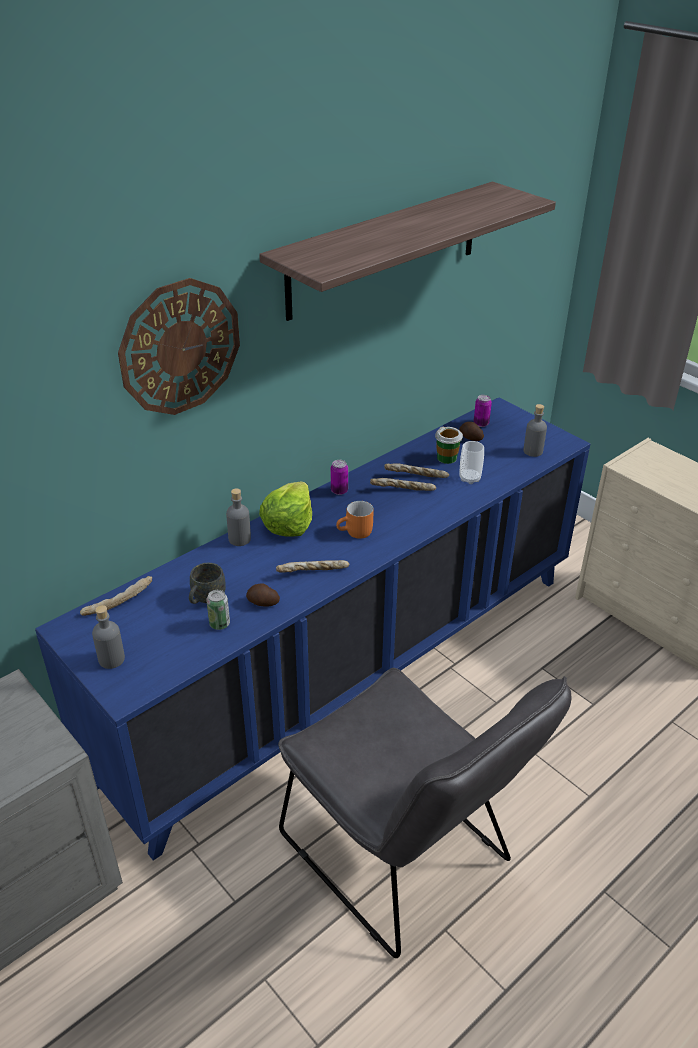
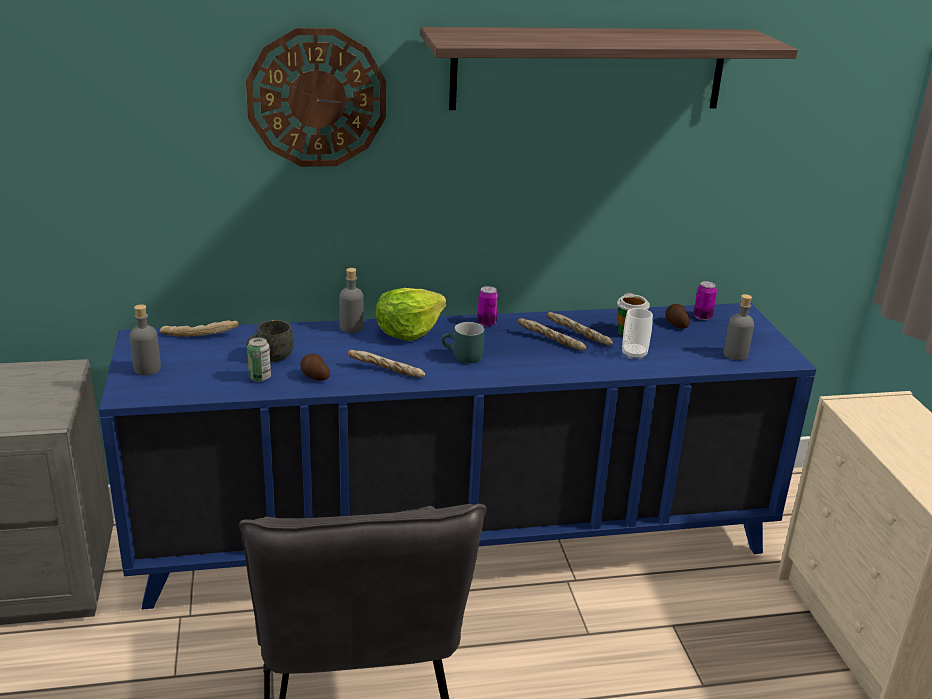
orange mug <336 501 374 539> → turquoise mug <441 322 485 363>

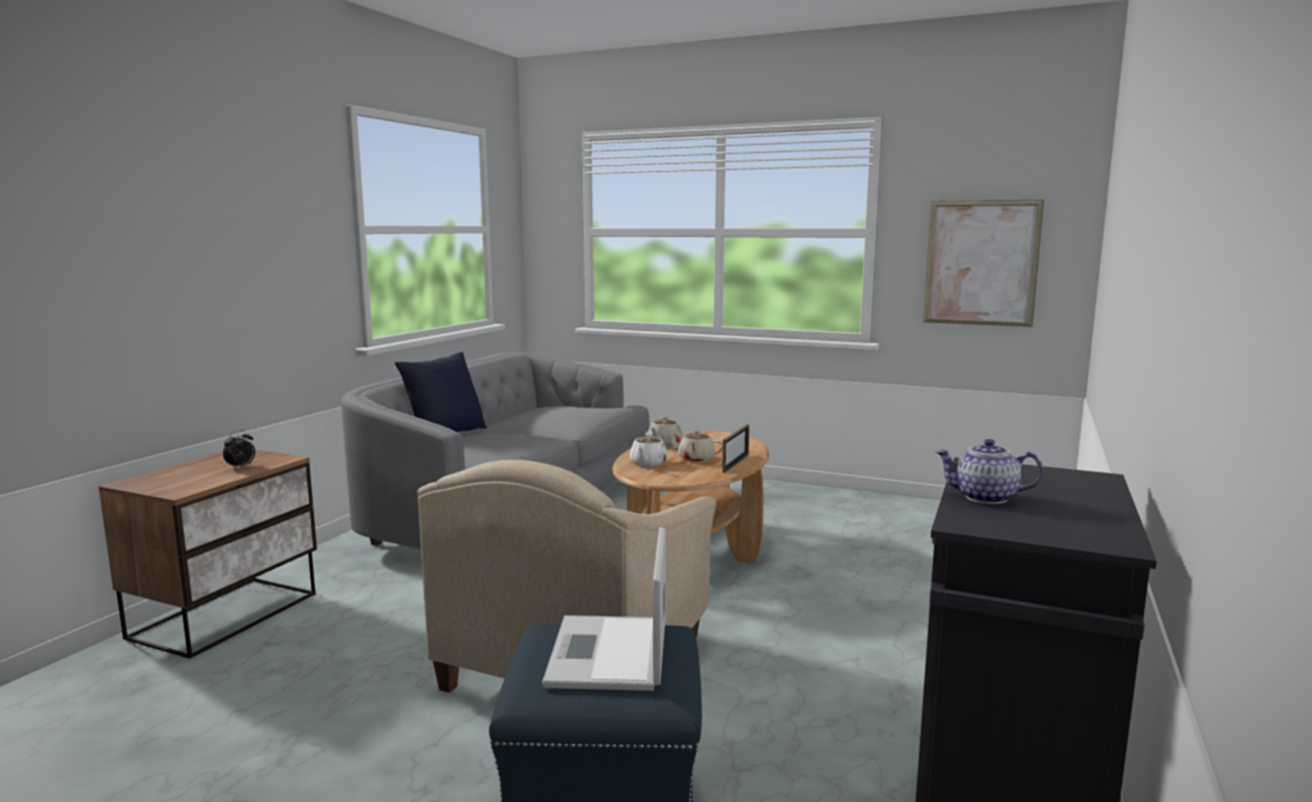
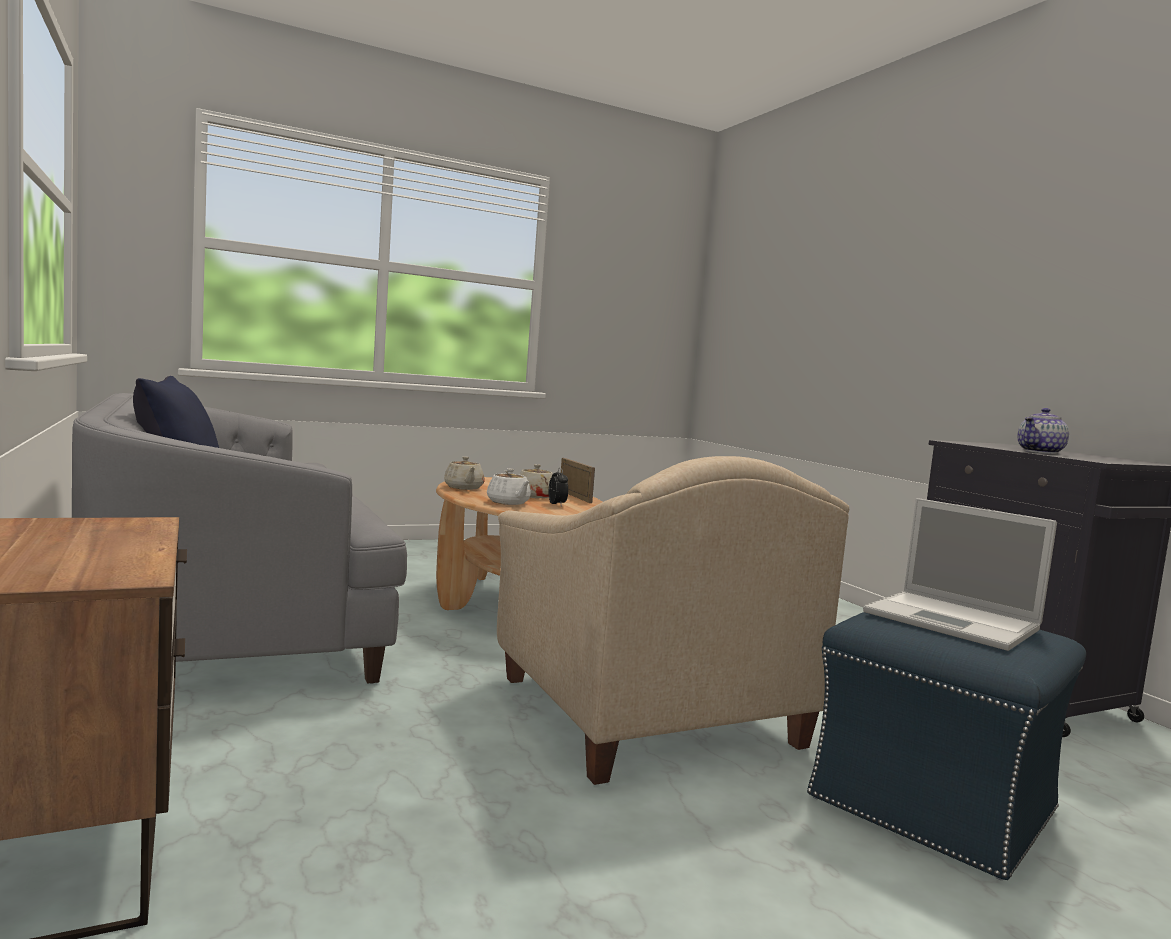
picture <923 200 1044 327> → -
alarm clock <223 430 255 470> → alarm clock <549 468 568 506>, move

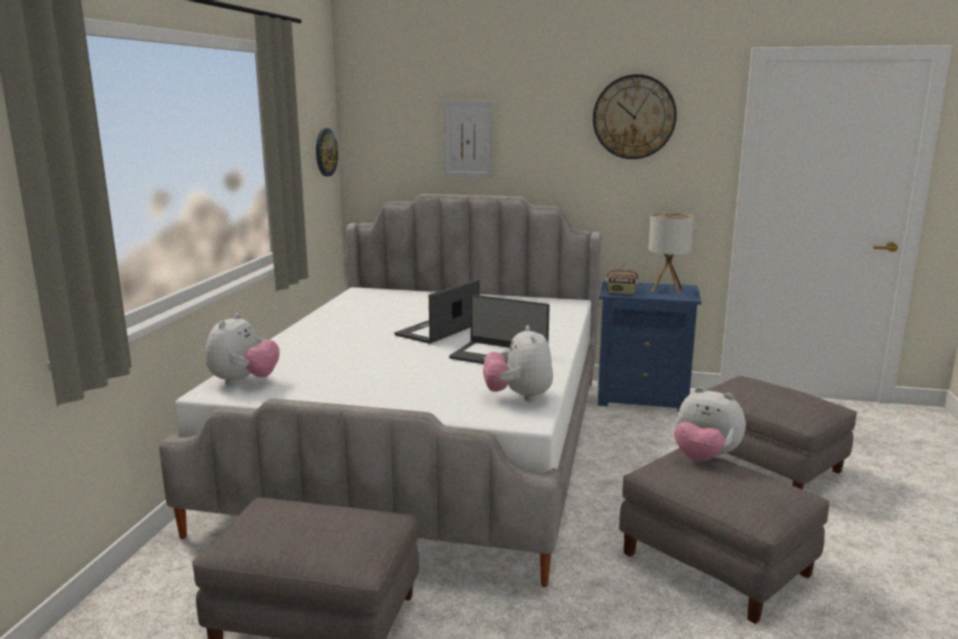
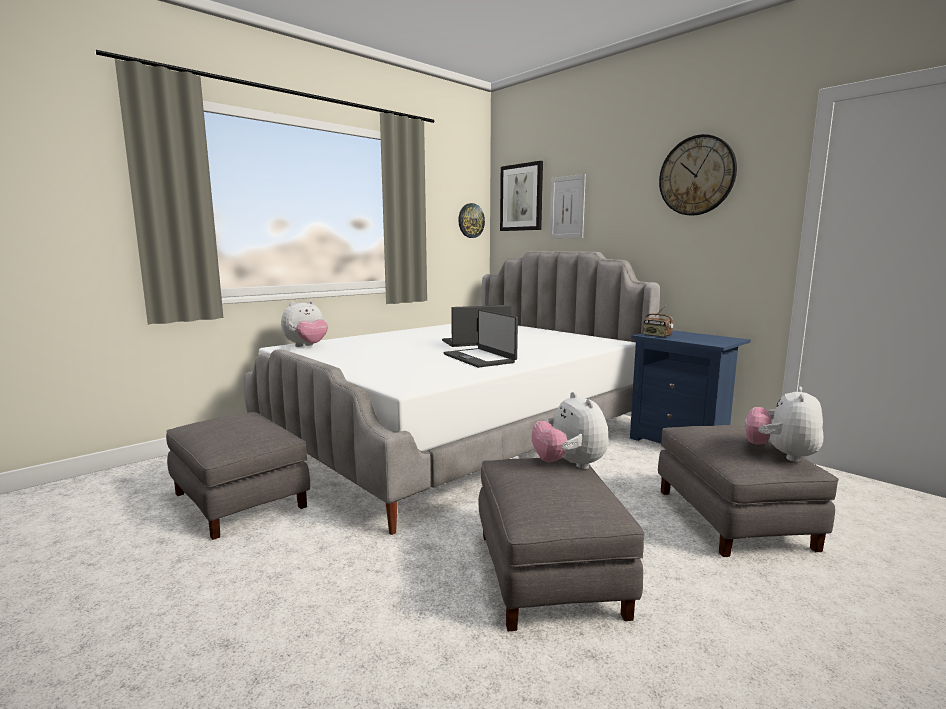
table lamp <649 213 694 294> → -
- → picture <500 161 543 231>
plush toy <483 325 553 402> → plush toy <745 387 823 462>, move

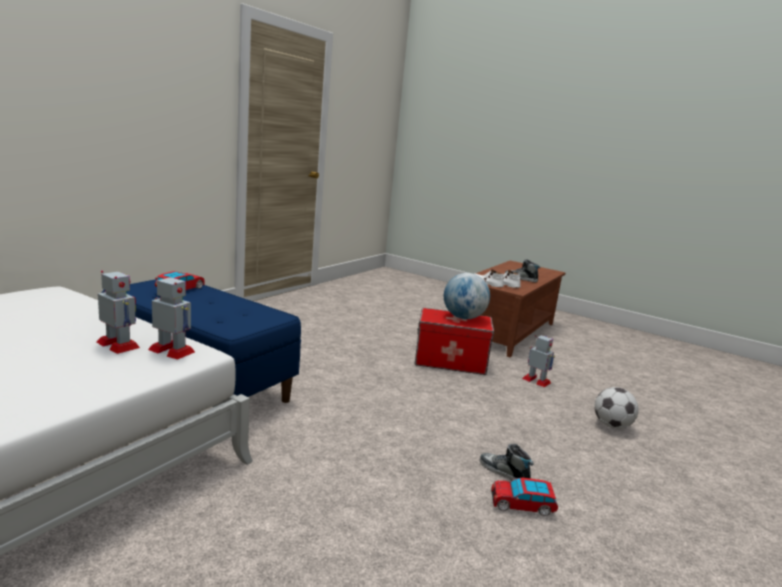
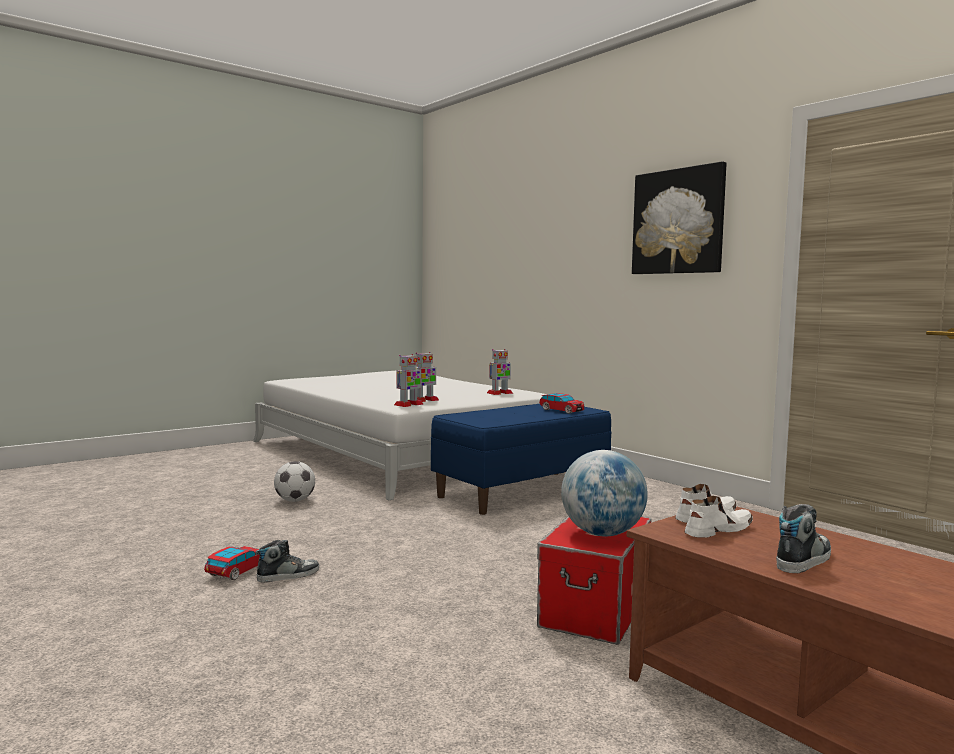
- → picture <632 161 726 274>
toy robot <522 335 555 387> → toy robot <487 349 513 395>, move
football <594 387 639 429> → football <274 461 315 502>, move

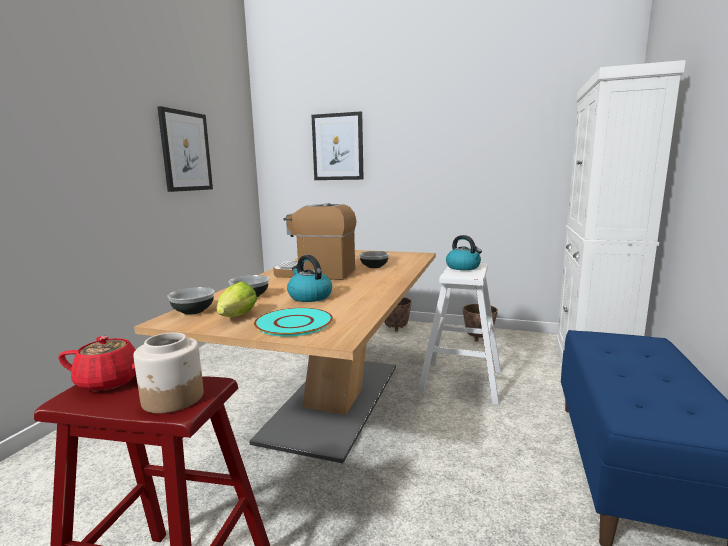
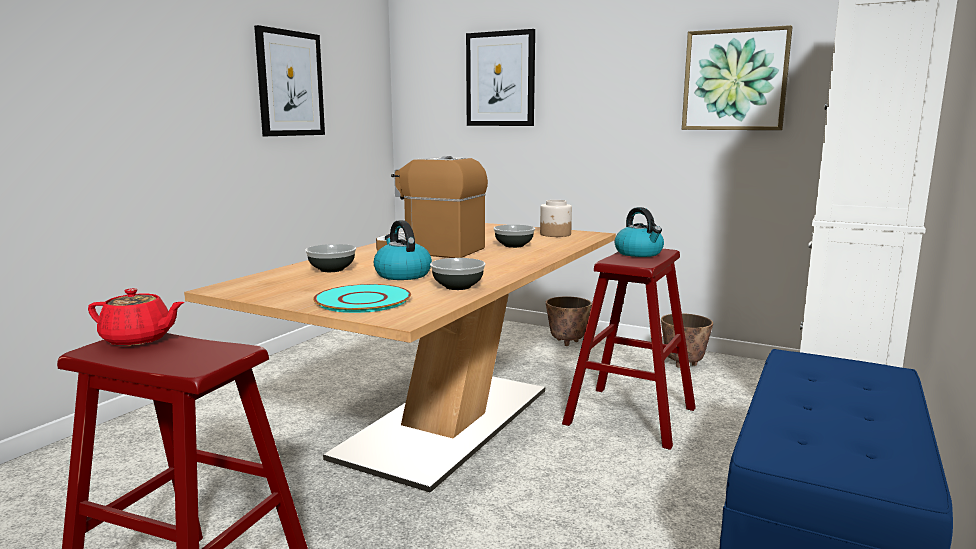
lettuce <217 282 257 317> → -
- → picture <682 25 793 130>
jar <133 332 204 413> → jar <540 200 572 237>, move
bowl <167 287 215 315> → bowl <430 258 486 290>, move
white stool <417 263 501 405> → red stool <562 249 696 450>

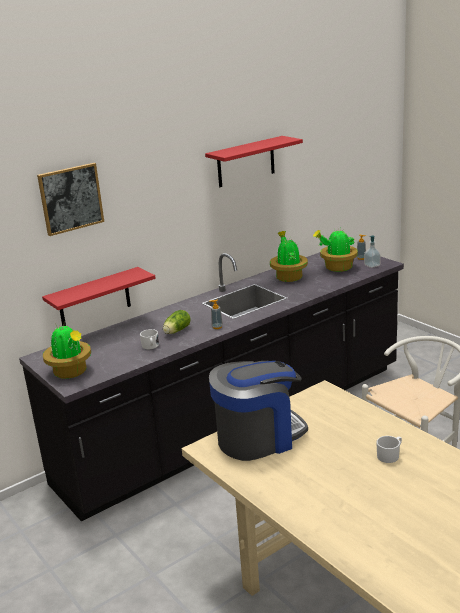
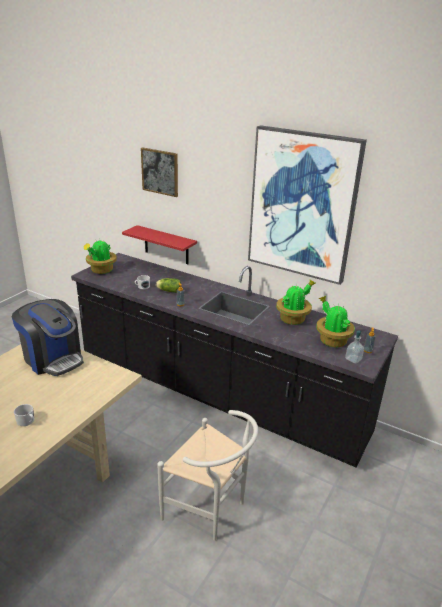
red shelf <205 136 303 187> → picture <248 125 367 285>

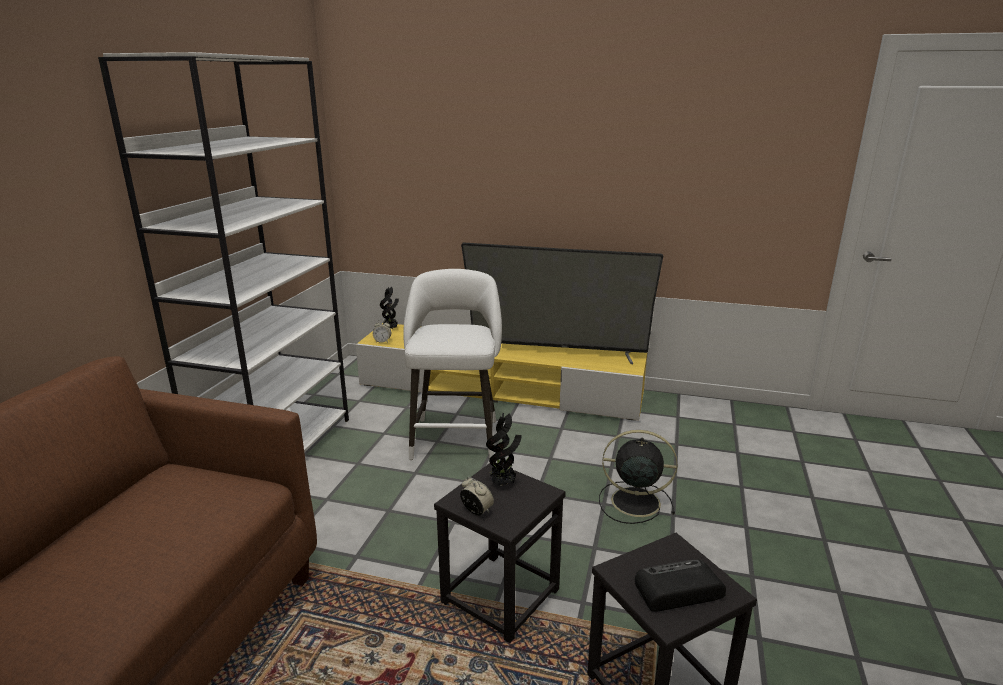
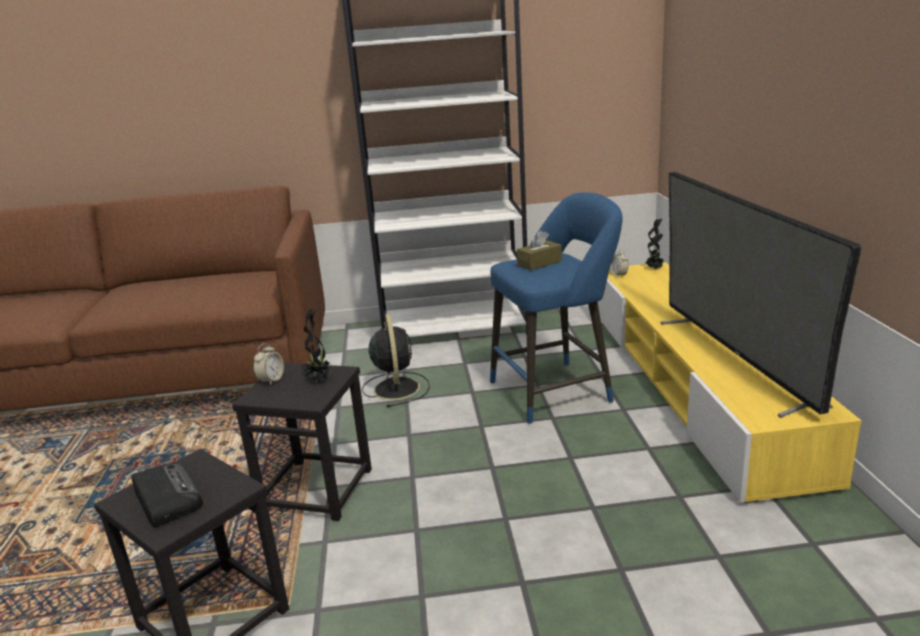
- → brown tissue box <517 231 562 270>
black fan <599 430 678 524> → black fan <362 314 430 408>, move
white stool <403 269 502 460> → blue stool <490 192 622 424>

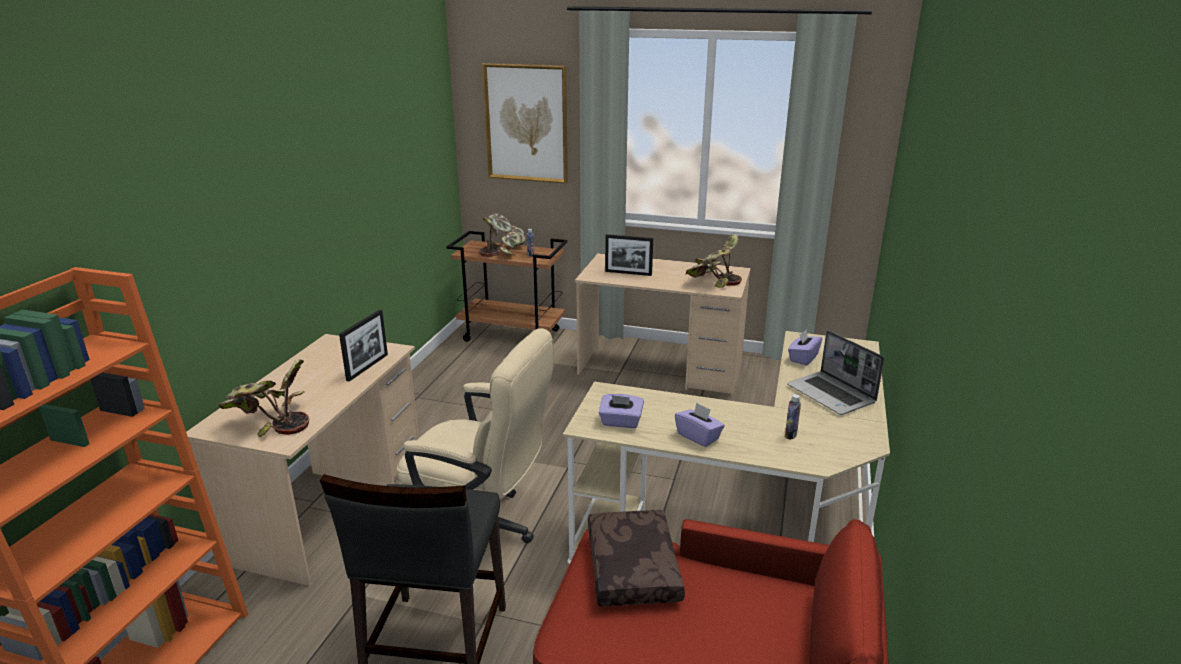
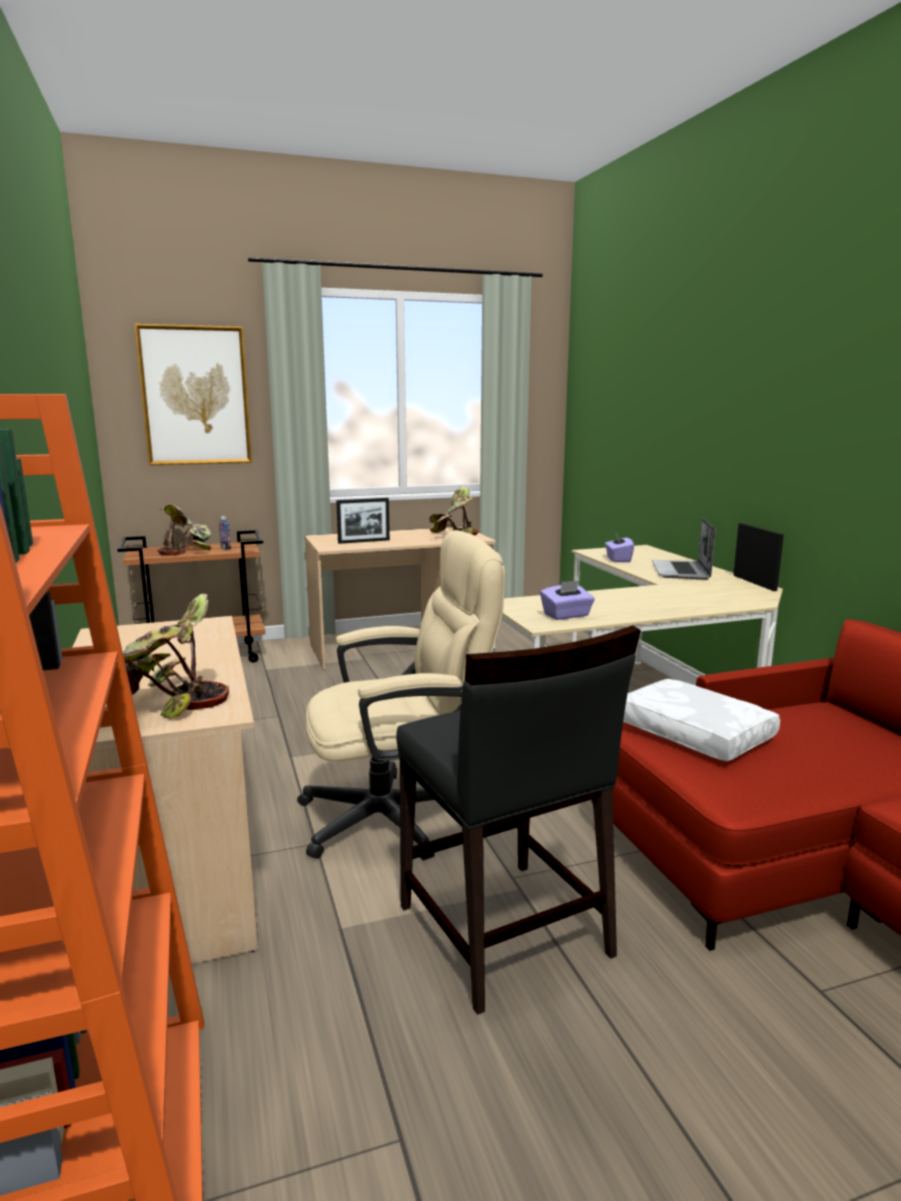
purple tissue box <675 402 725 447> → -
bottle <785 394 801 440> → -
picture frame <339 310 388 382> → picture frame <733 523 784 591>, move
brown pillow <588 510 685 607> → white pillow <623 679 780 761>
laptop <787 330 884 415> → laptop <652 518 715 580>, 75 degrees clockwise

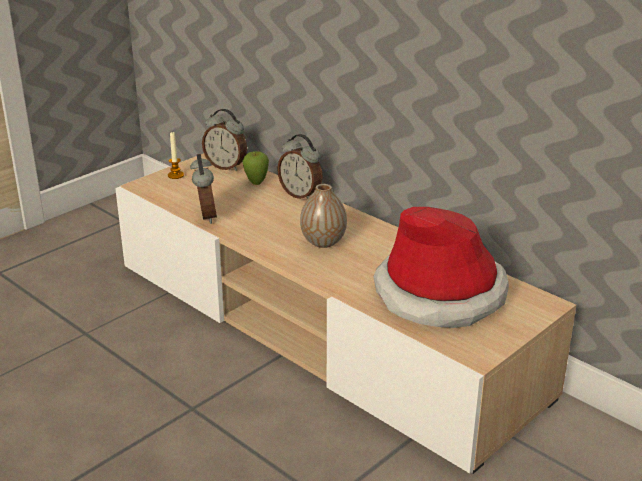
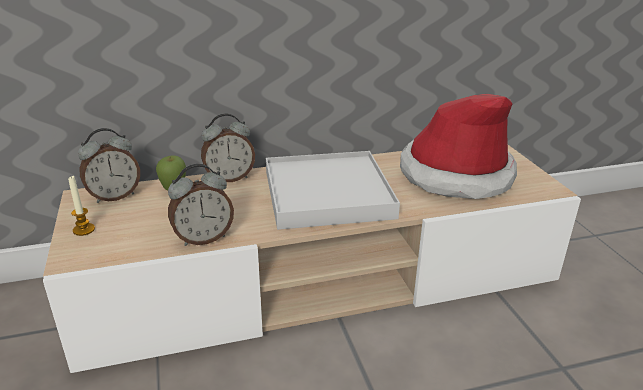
vase <300 184 347 248> → white tray <266 151 400 230>
alarm clock <190 154 217 224> → alarm clock <168 164 234 246>, 135 degrees clockwise

